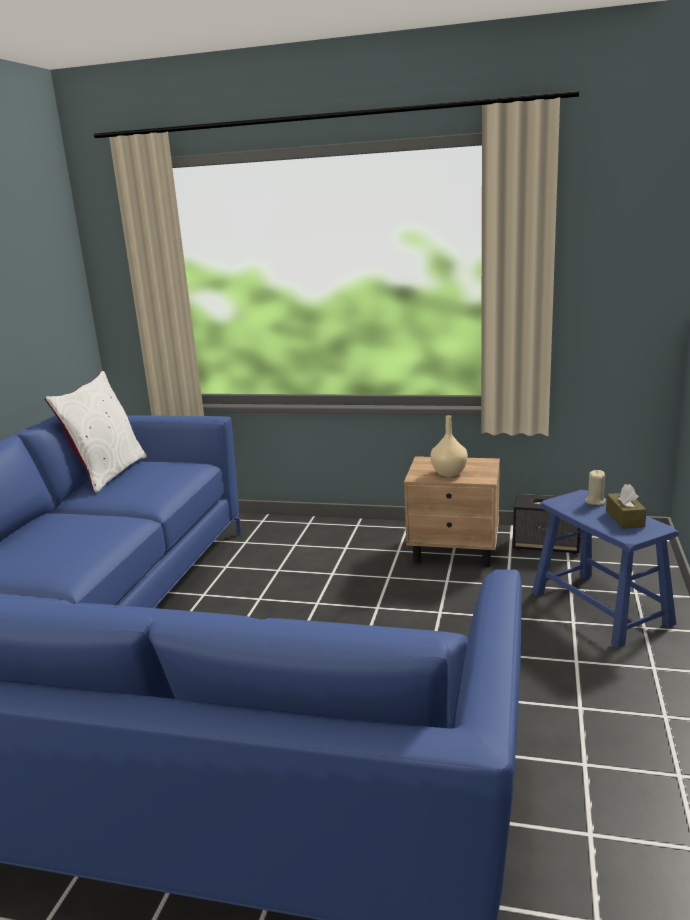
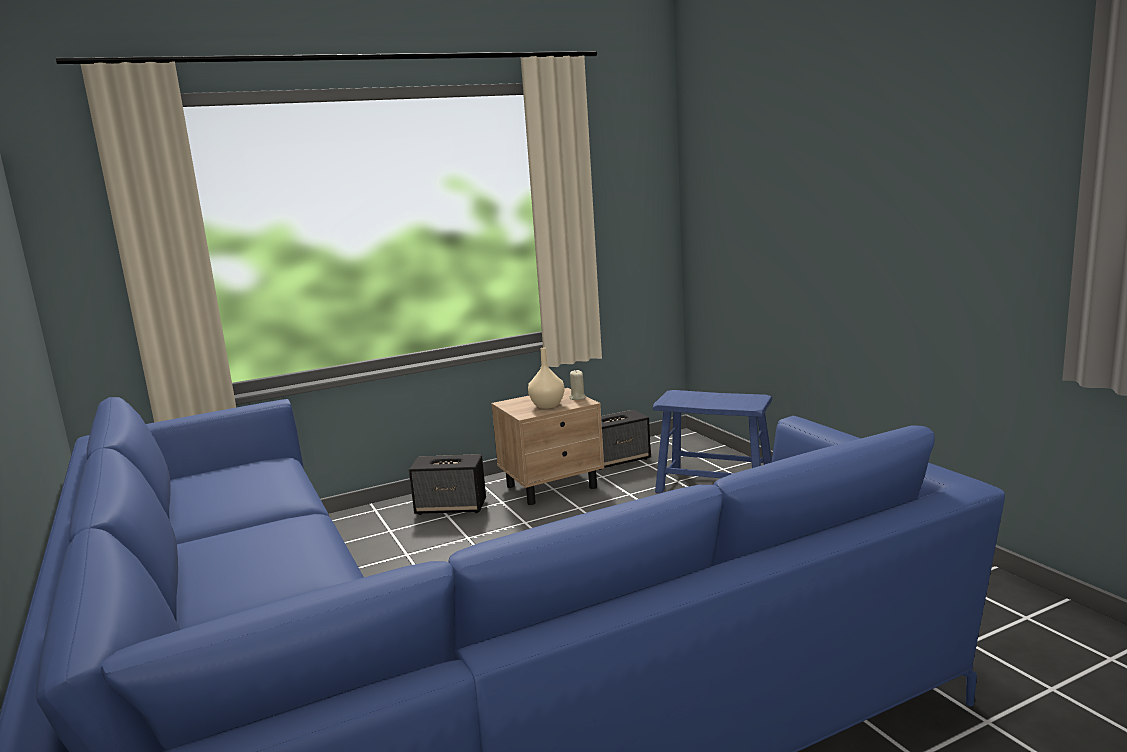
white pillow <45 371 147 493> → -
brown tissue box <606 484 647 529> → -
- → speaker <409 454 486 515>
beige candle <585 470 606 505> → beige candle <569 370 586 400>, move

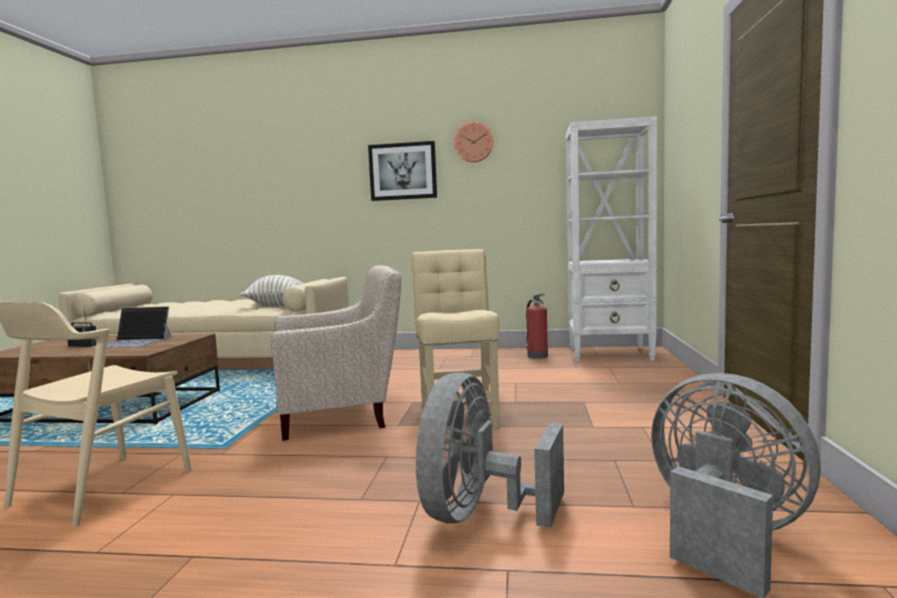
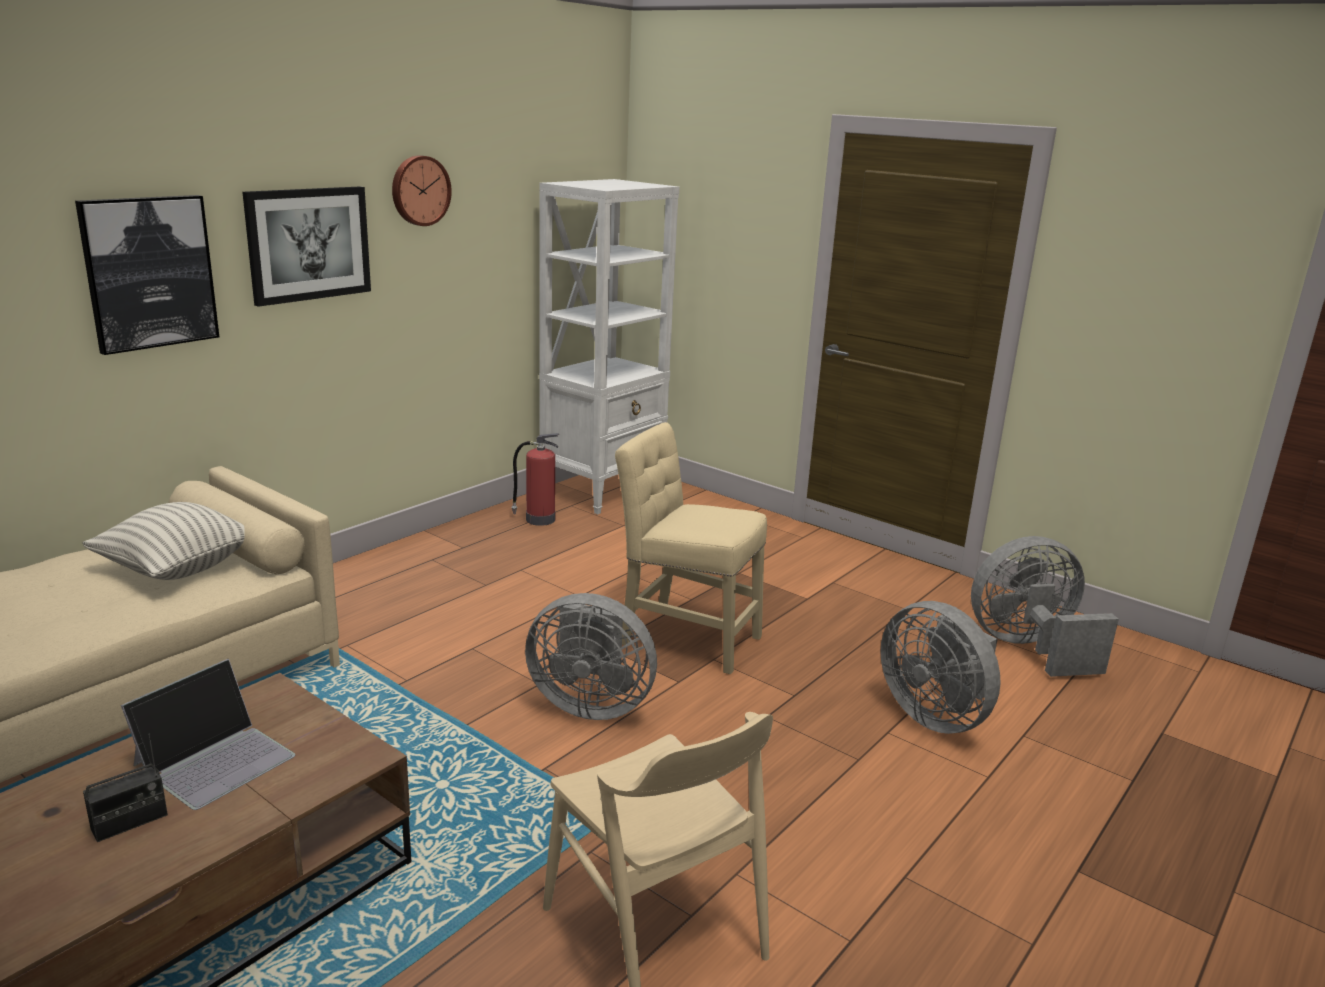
- → picture <75 195 219 355>
beige armchair <271 265 401 441> → grey fan <525 593 657 720>

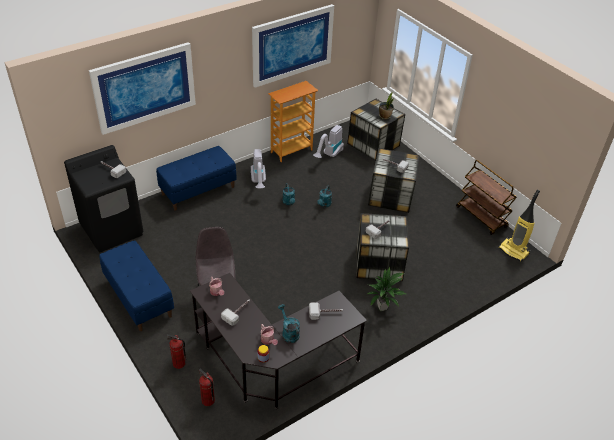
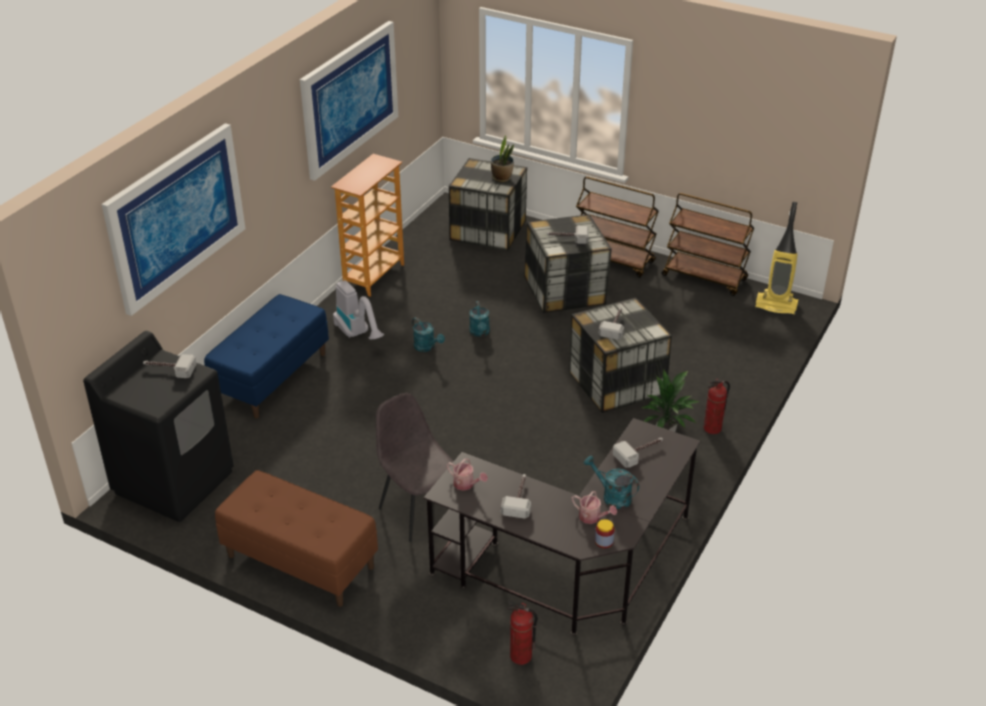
vacuum cleaner <313 125 344 158> → -
- → brown cart <576 177 659 278>
fire extinguisher <167 334 186 369> → fire extinguisher <704 379 730 434>, move
blue bench <99 240 174 331> → brown bench <215 470 378 607>

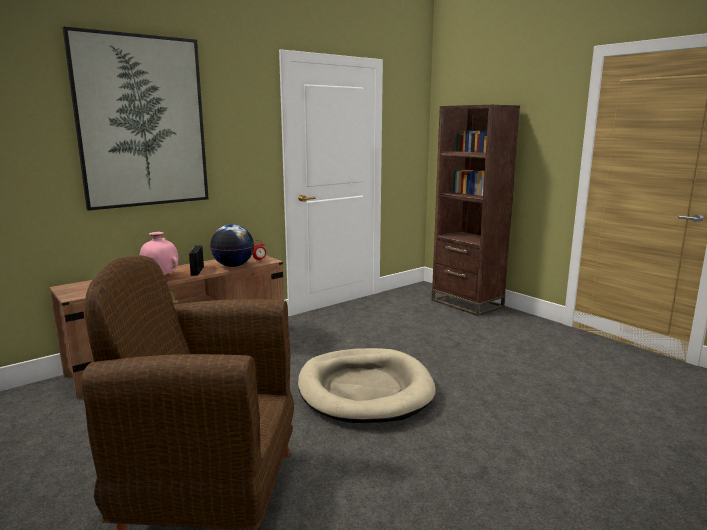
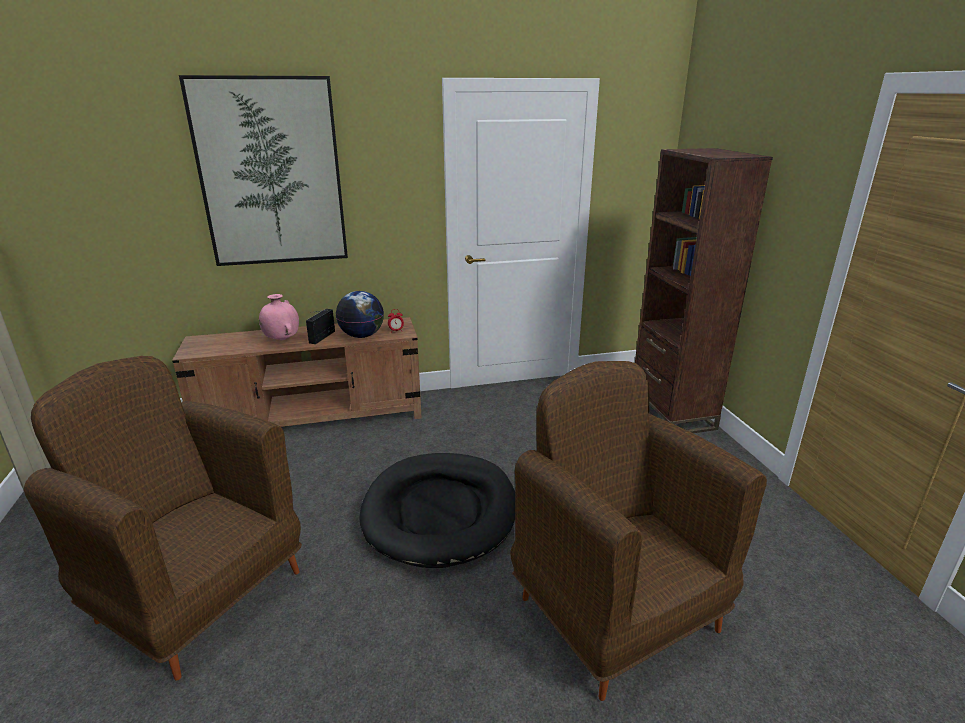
- → brown armchair <510 361 767 701>
beige dog bed <298 348 436 423> → black dog bed <359 453 515 568>

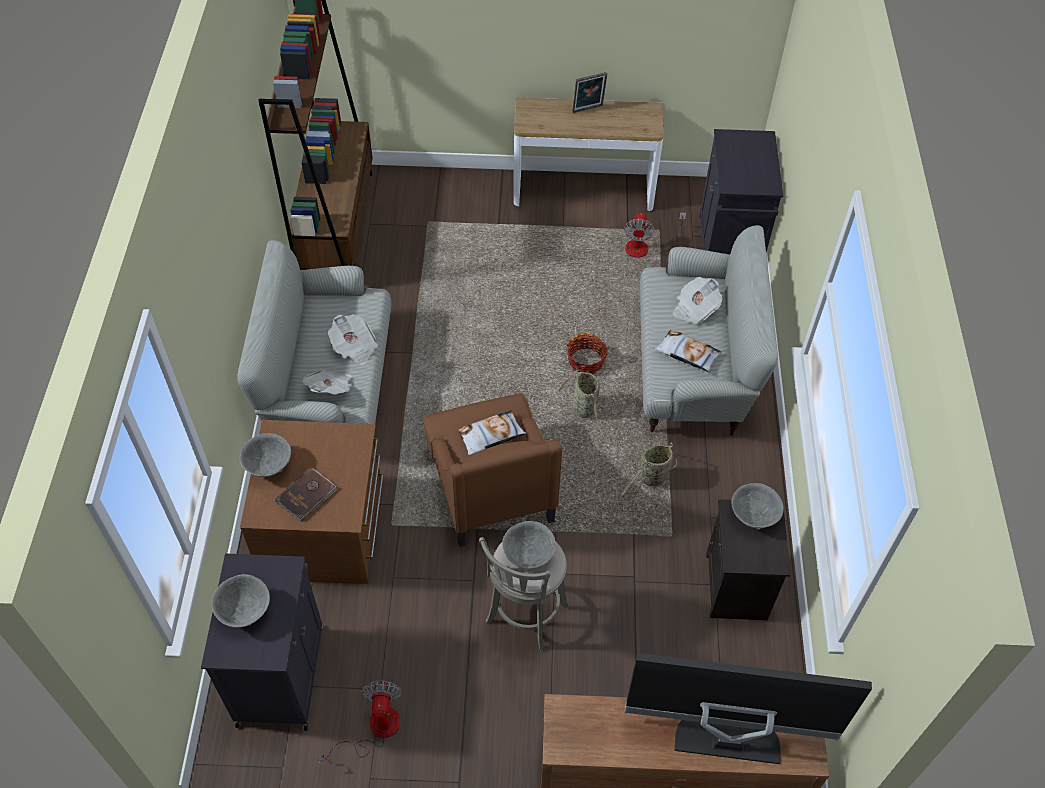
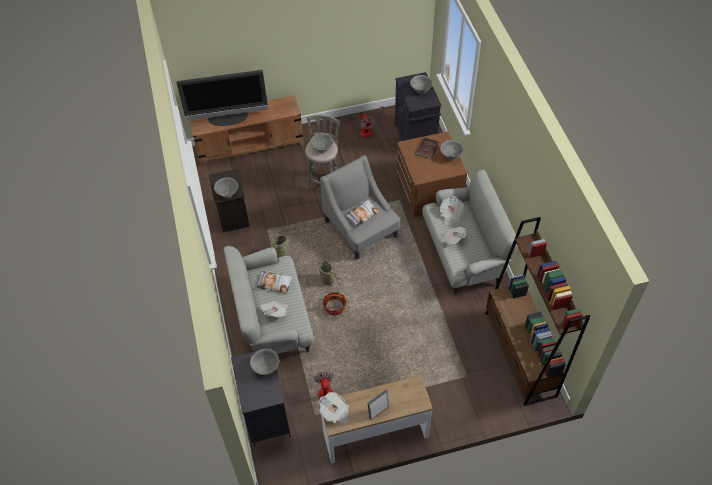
- → grey bowl <250 349 279 375>
- → newspaper <319 392 349 423>
brown armchair <424 393 562 547> → grey armchair <320 155 400 259>

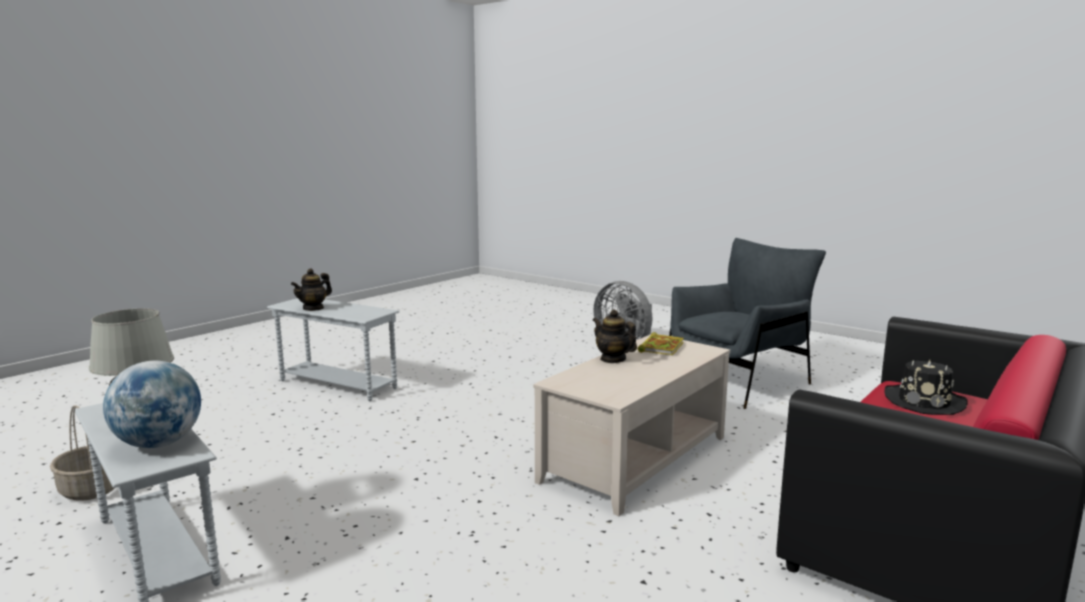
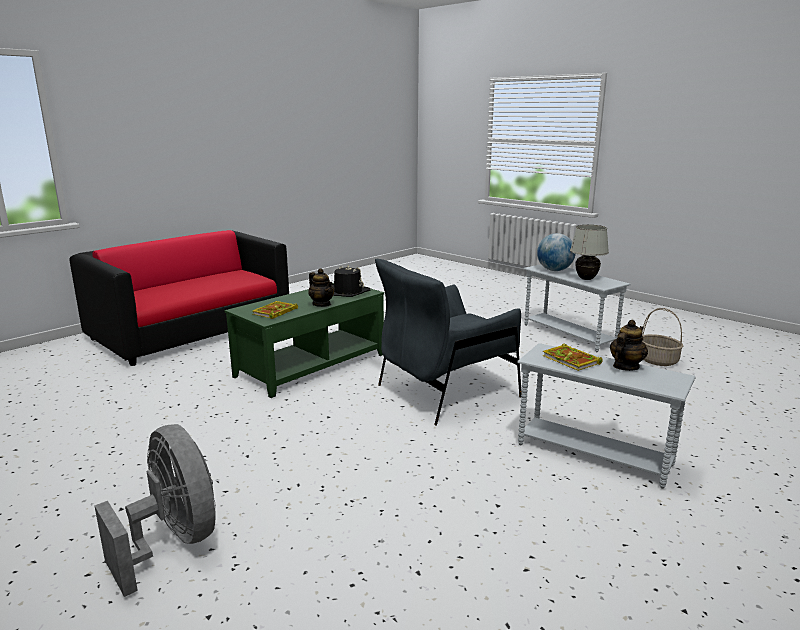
- → book <542 343 603 371>
grey armchair <669 238 826 409> → grey armchair <375 259 522 426>, move
black hat <885 360 968 415> → black hat <332 265 371 297>, move
beige coffee table <533 334 730 516> → green coffee table <225 283 384 398>

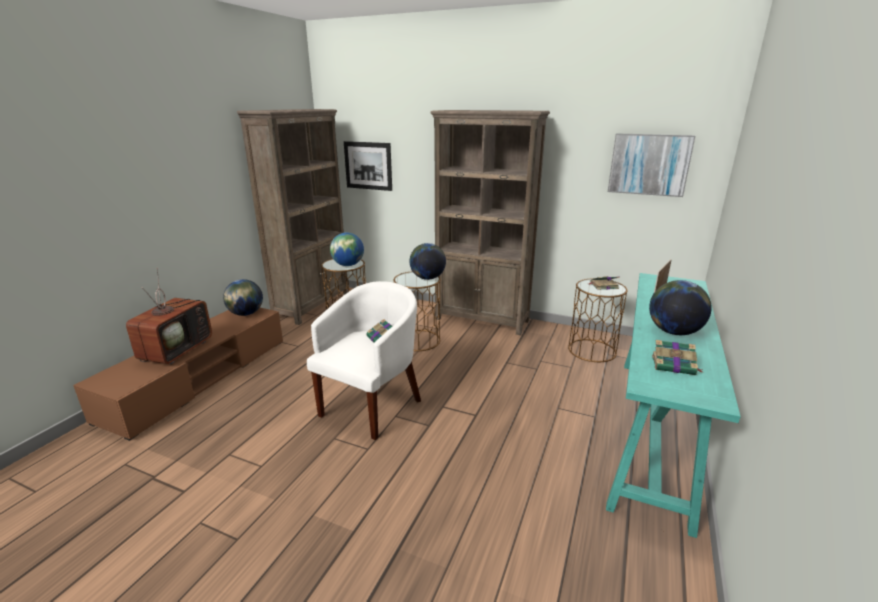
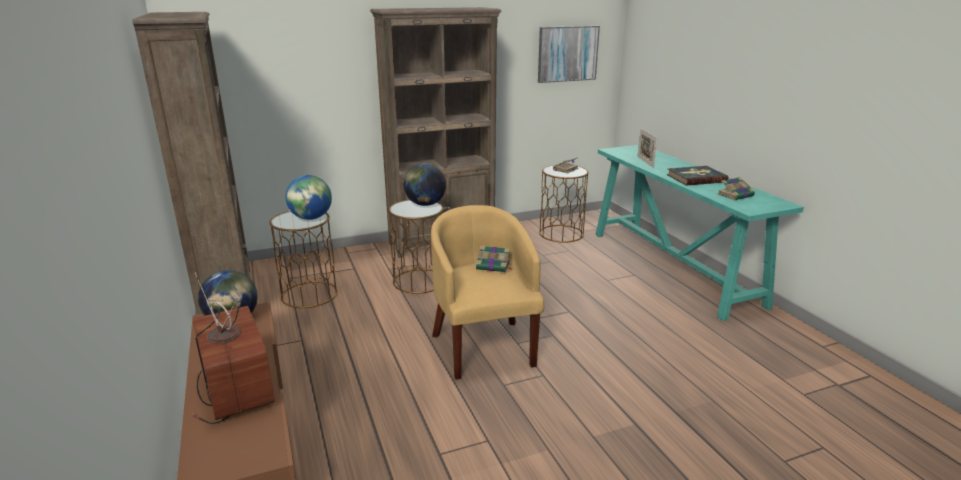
picture <344 141 392 191> → -
globe <649 280 712 335> → book <667 166 728 186>
white armchair <307 281 421 440> → yellow armchair <431 205 544 380>

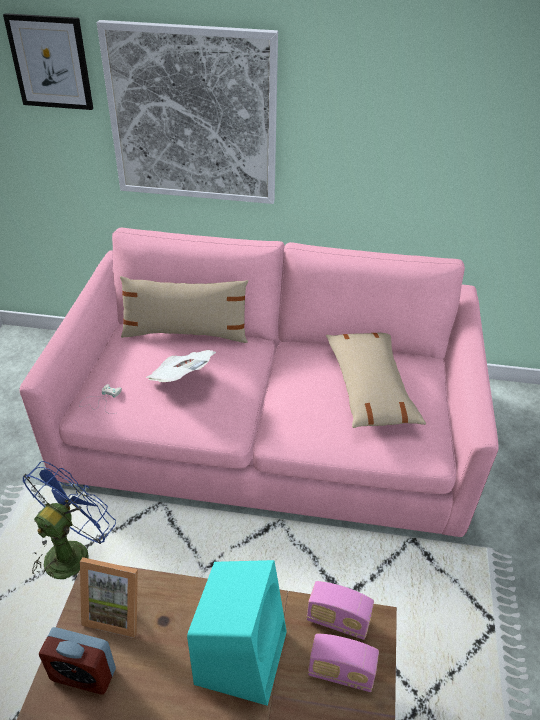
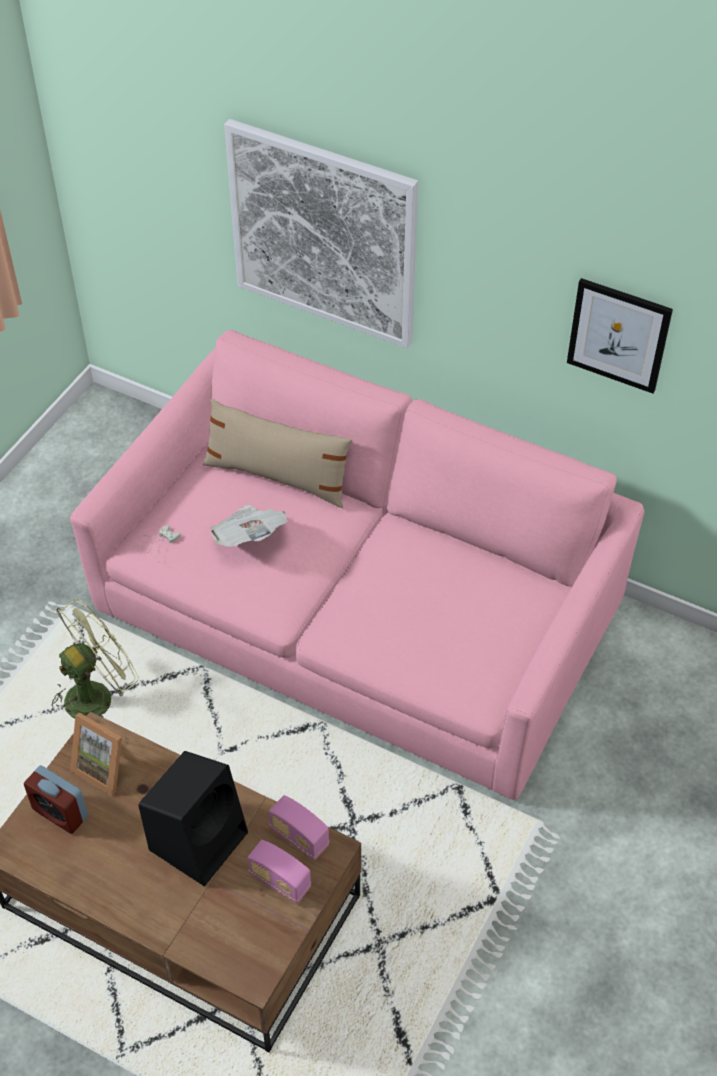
beige pillow <326 333 426 428> → -
picture <3 13 93 110> → picture <567 278 673 393>, move
blue fan <23 461 116 579> → green fan <52 599 139 718>
turquoise speaker <187 560 287 706> → black speaker <138 751 248 886>

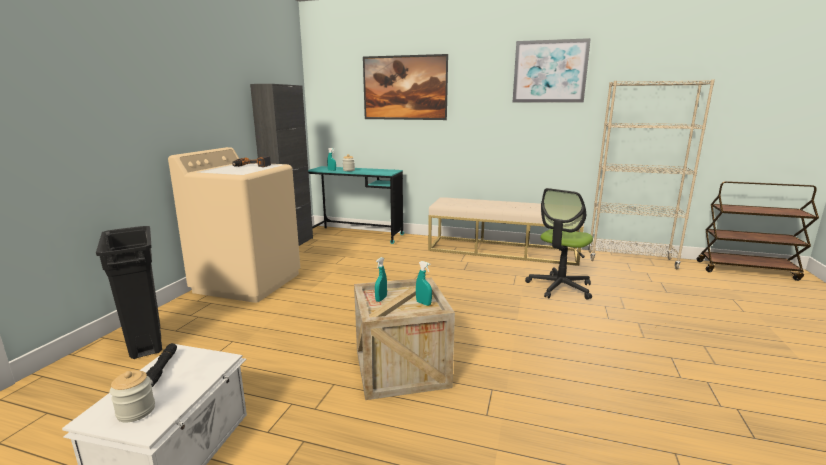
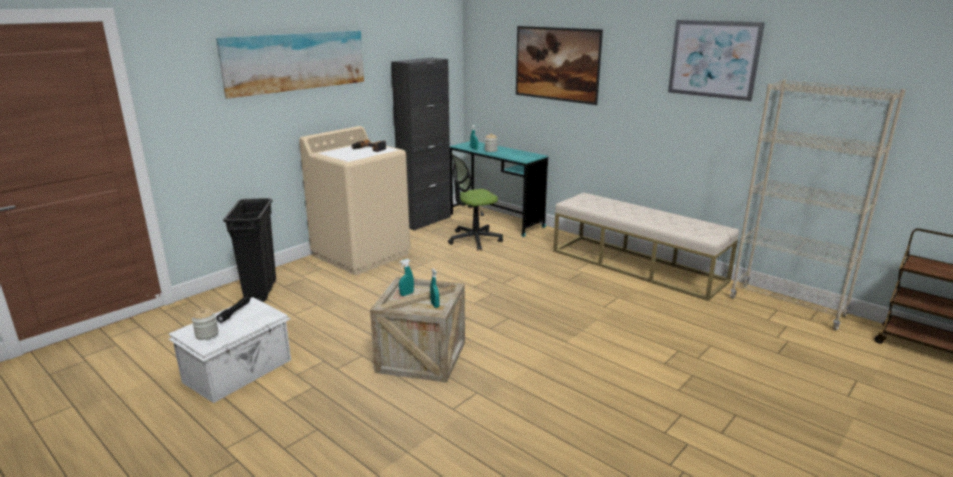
- → picture <216 31 364 99>
office chair <525 188 593 300> → office chair <448 154 503 250>, move

